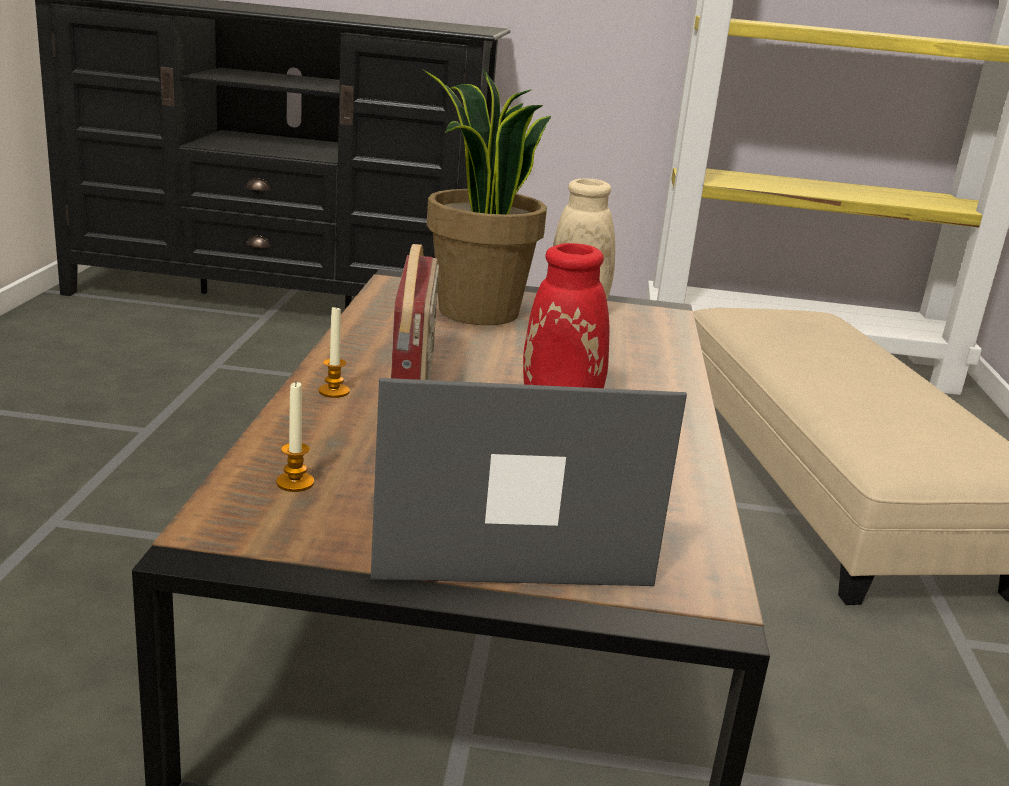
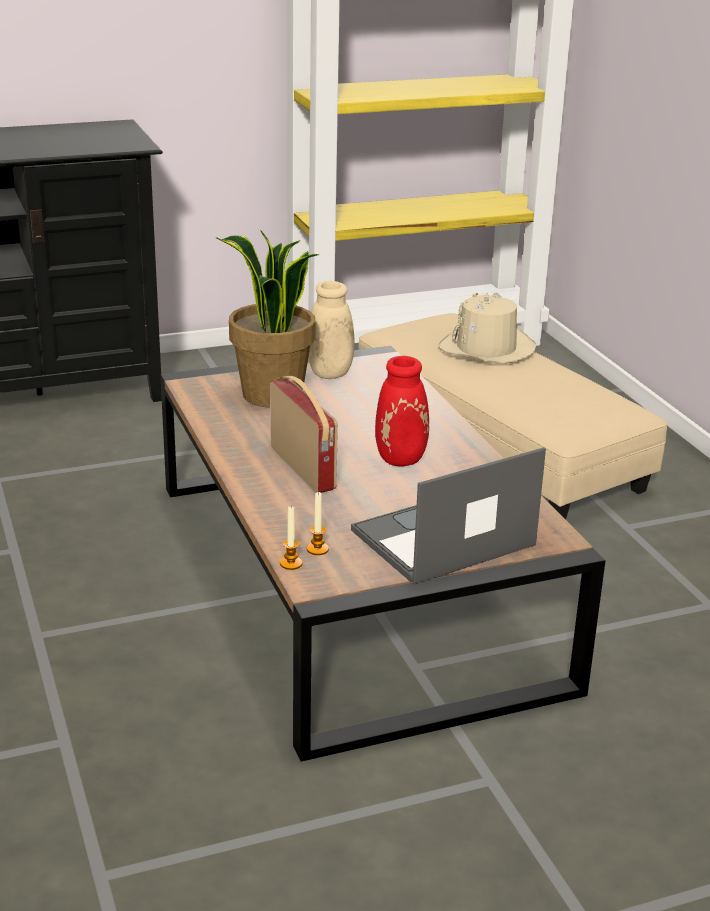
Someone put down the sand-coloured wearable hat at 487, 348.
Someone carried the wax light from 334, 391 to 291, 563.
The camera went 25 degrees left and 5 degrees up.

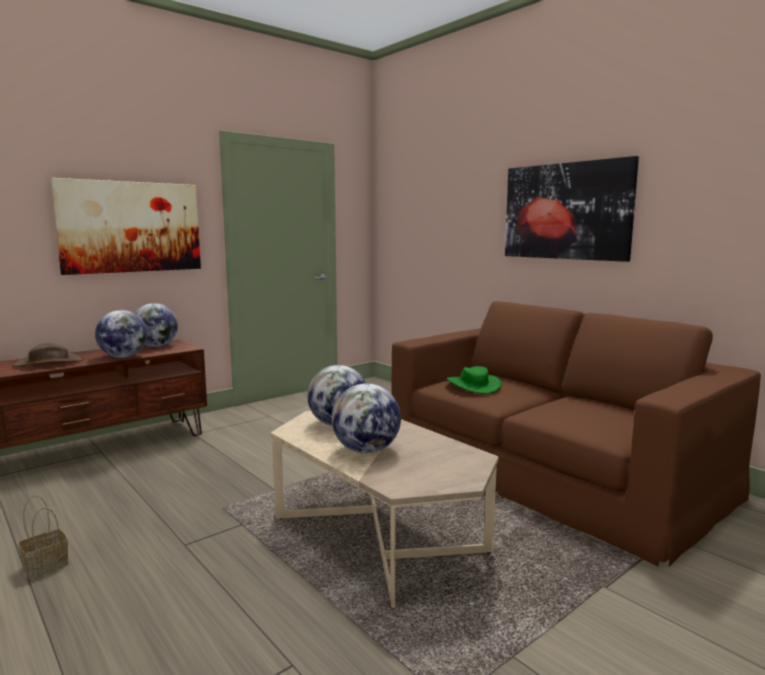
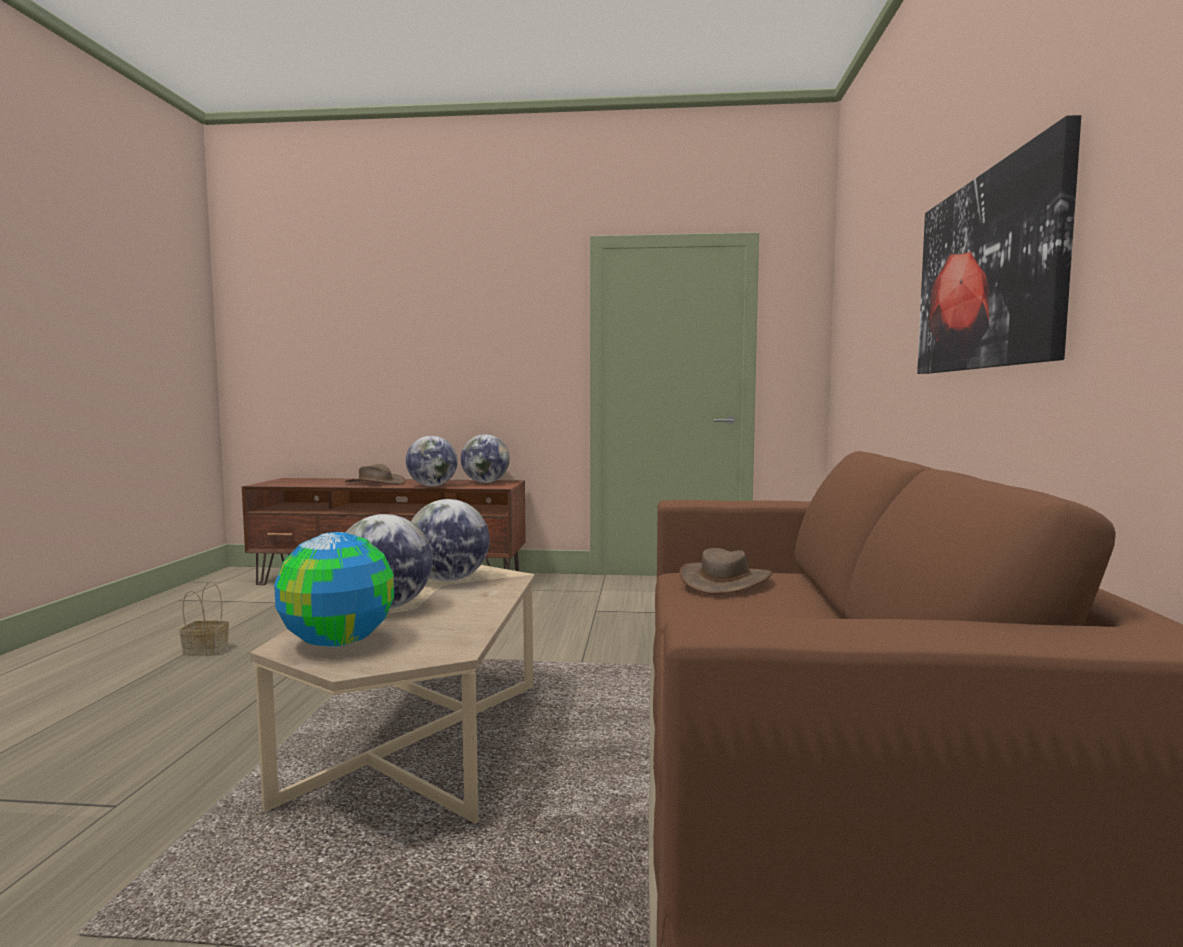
Someone took away the picture at 131, 227.
Someone put down the globe at 338, 642.
Someone repainted the greenish wearable hat at 473, 385, which became the brownish wearable hat at 725, 581.
The camera went 45 degrees right and 5 degrees down.

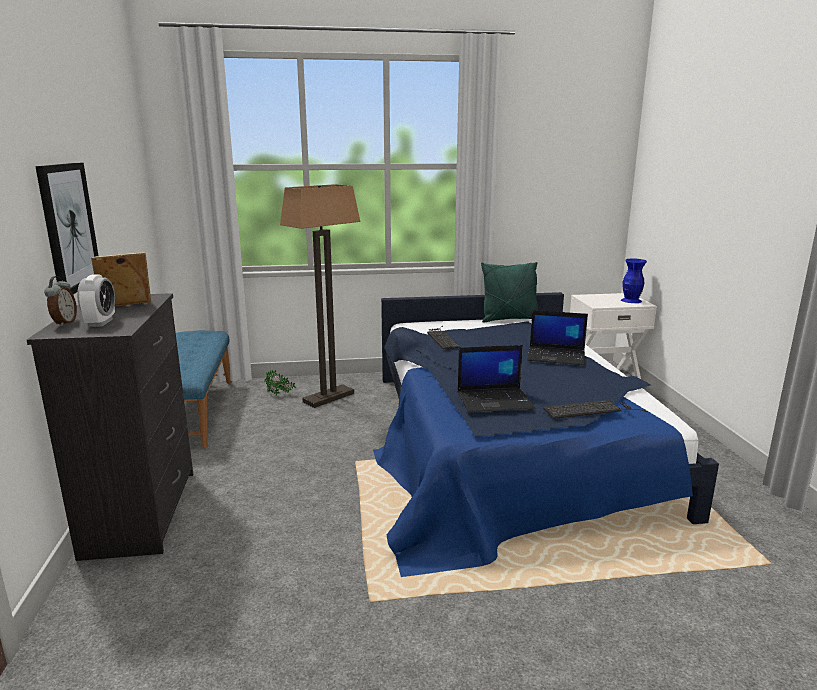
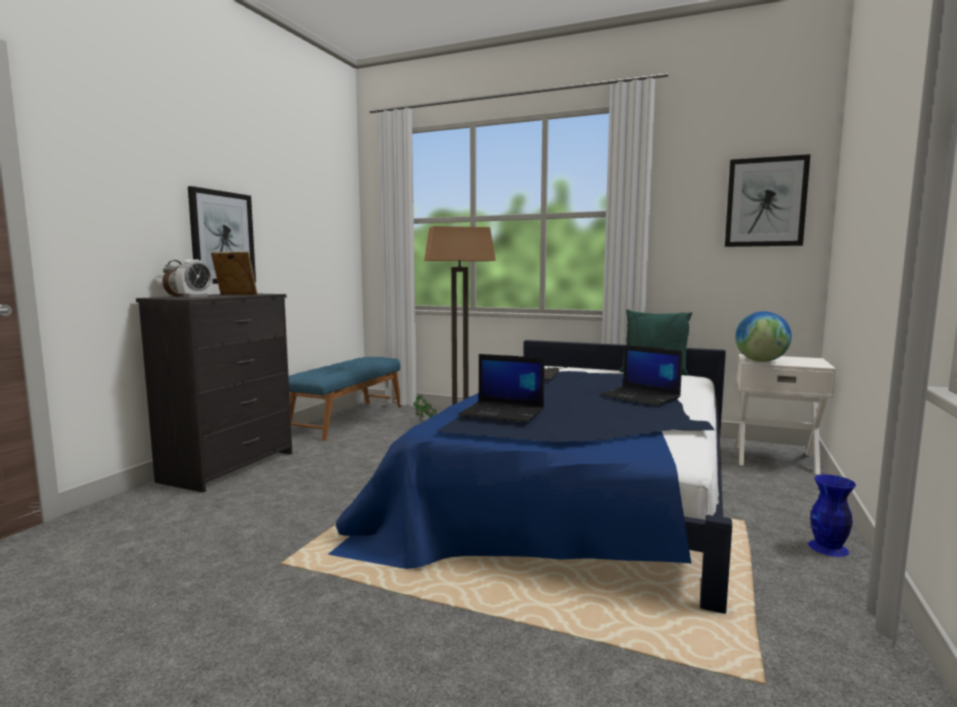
Someone took away the computer keyboard at 591, 410.
Someone put up the picture at 765, 202.
Someone put down the globe at 761, 361.
Someone carried the bluish vase from 631, 300 to 827, 548.
The camera went 30 degrees right and 10 degrees down.

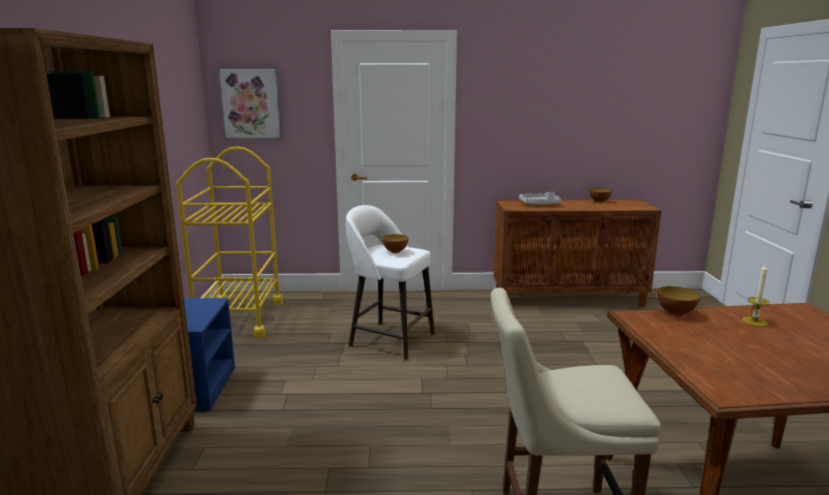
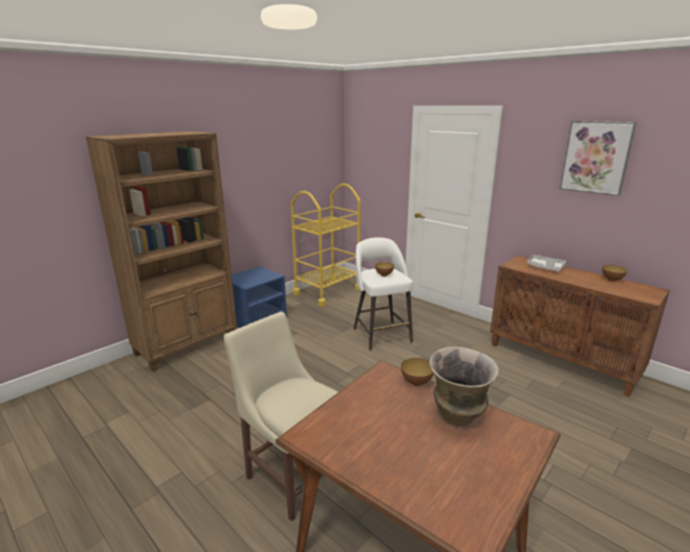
Someone carried the picture from 251, 103 to 596, 157.
Someone swapped the wax light at 754, 321 for the vase at 458, 417.
The camera went 45 degrees right and 5 degrees up.

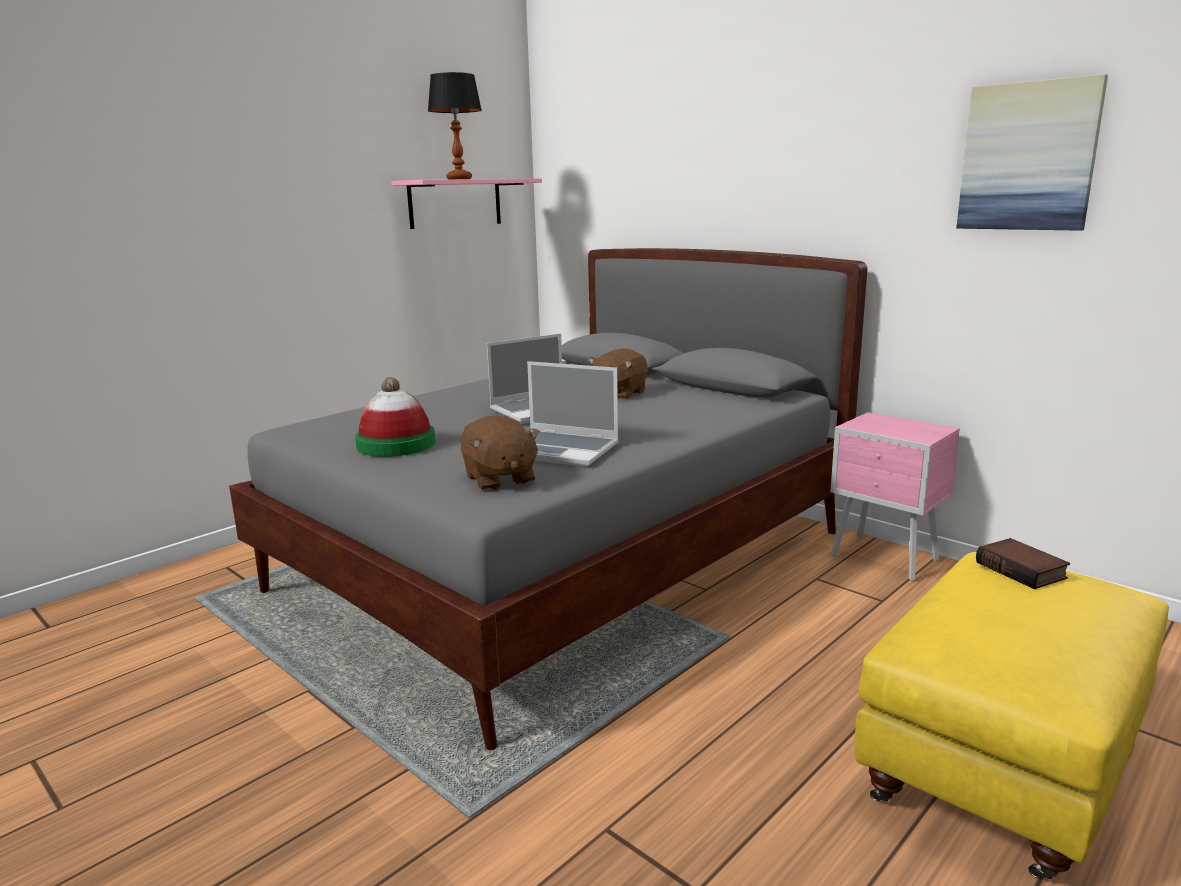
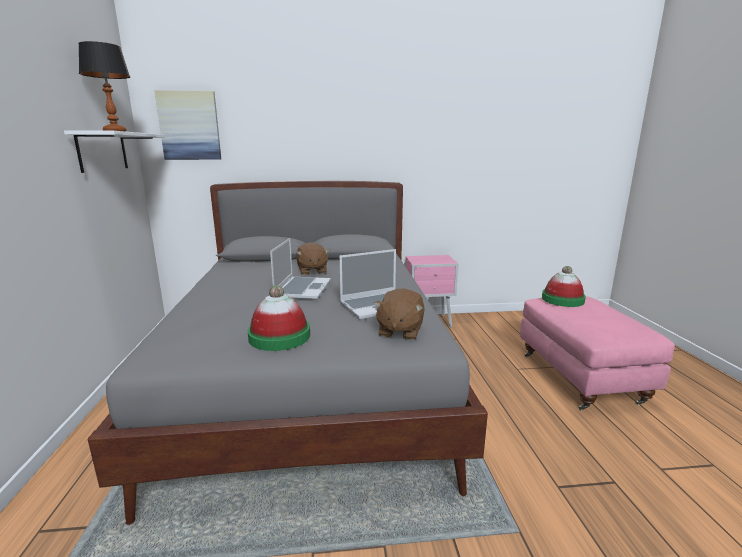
Someone carried the picture from 1028, 157 to 189, 126.
Someone swapped the book at 1023, 570 for the wearable hat at 562, 299.
Someone repainted the pinkish wall shelf at 455, 203, which became the white wall shelf at 102, 151.
Someone repainted the yellowish ottoman at 1003, 771, which became the pinkish ottoman at 581, 378.
Someone rotated the brownish plush toy at 499, 479 by 90 degrees clockwise.
The camera went 50 degrees left and 0 degrees up.

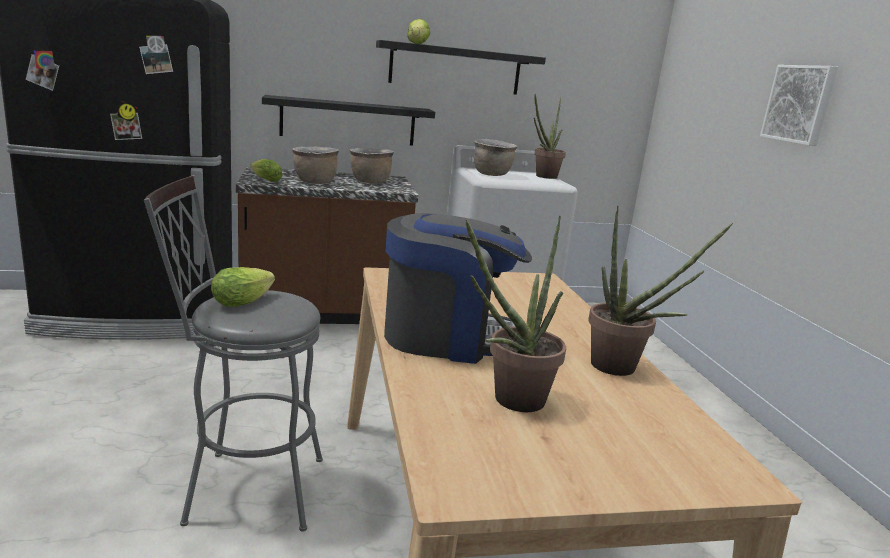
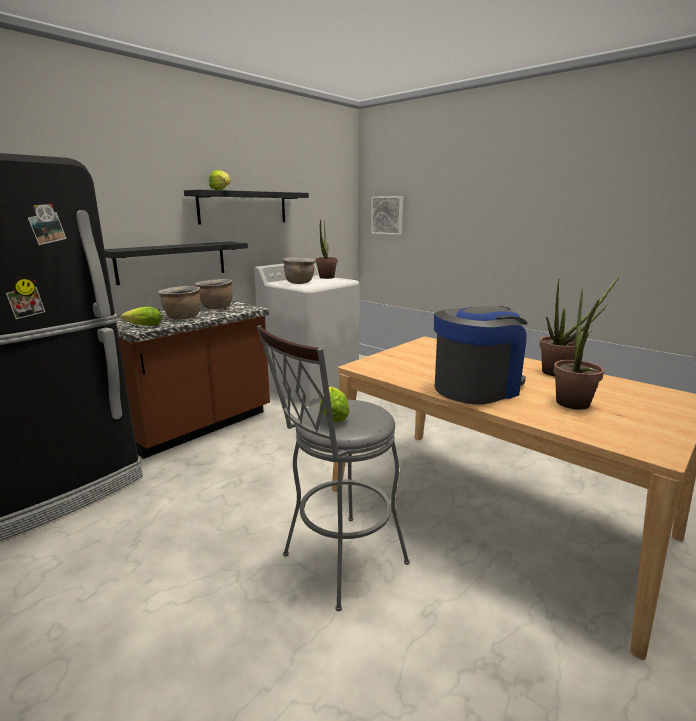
Someone carried the picture from 800, 104 to 388, 215.
The camera went 35 degrees left and 0 degrees up.

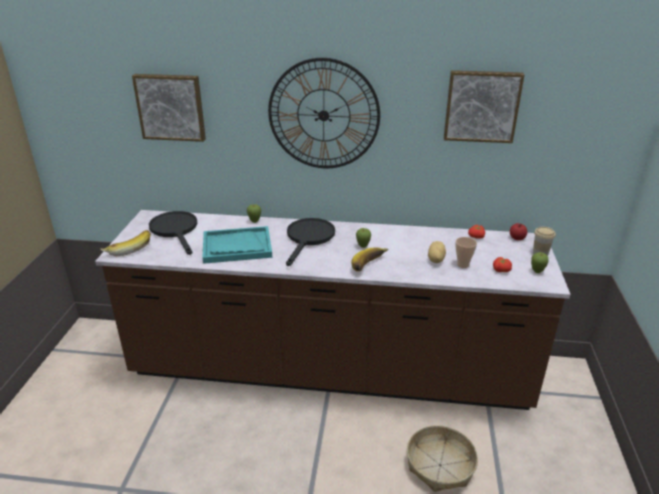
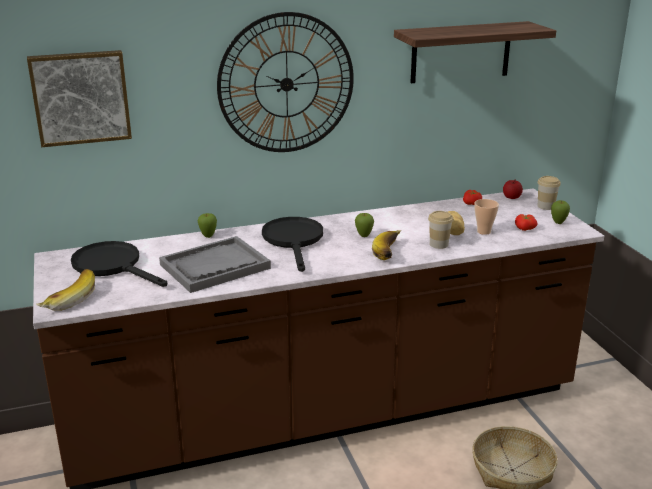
Someone put down the small cup at 439, 244.
Someone swapped the picture at 481, 106 for the wall shelf at 461, 52.
Someone repainted the blue-green carrying tray at 237, 247, which became the gray carrying tray at 215, 267.
The camera went 25 degrees left and 5 degrees down.

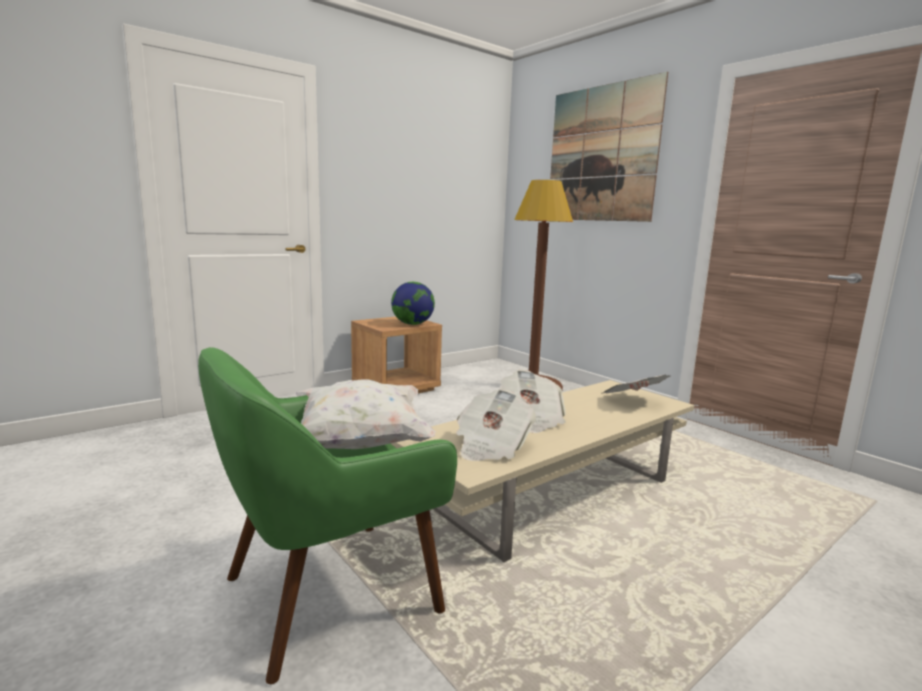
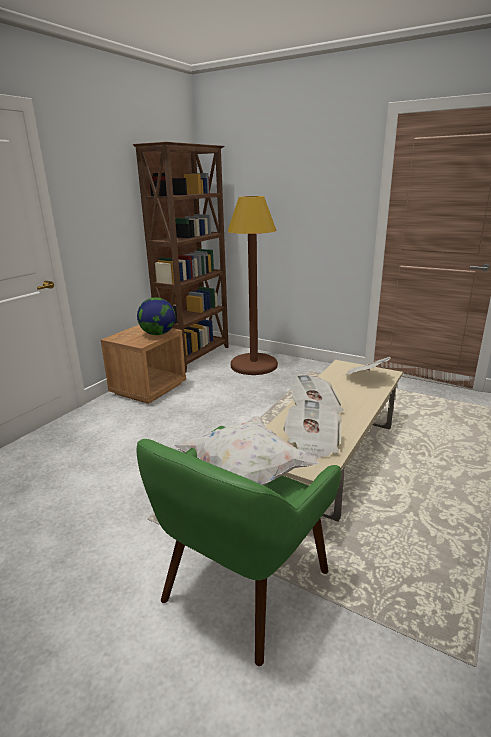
Someone took away the picture at 601, 154.
Someone put down the brownish bookcase at 196, 356.
The camera went 20 degrees left and 10 degrees up.

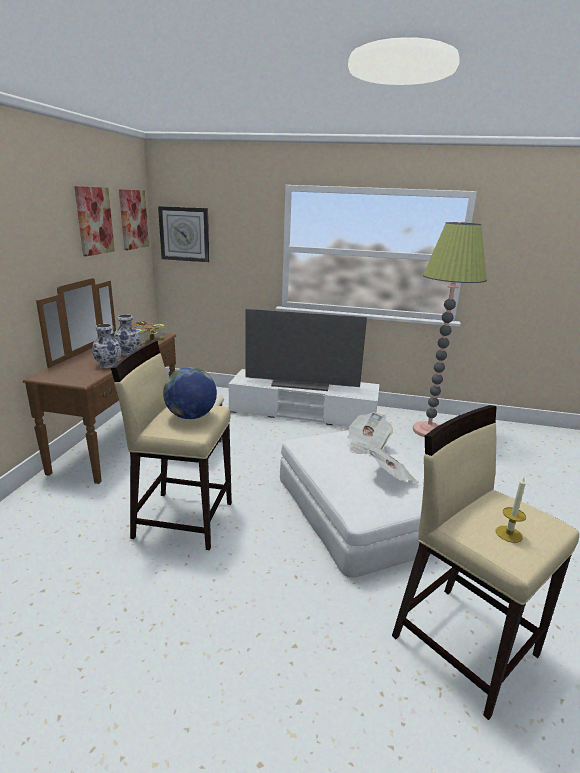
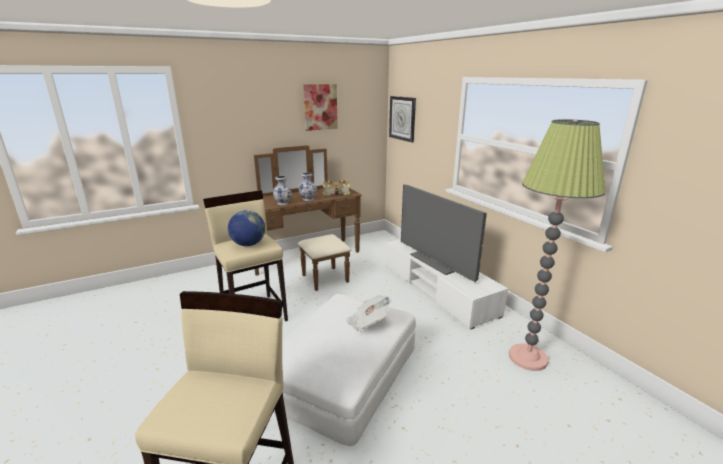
Someone took away the picture at 133, 219.
Someone took away the printed paper at 391, 477.
Someone took away the wax light at 508, 534.
The camera went 50 degrees right and 0 degrees up.

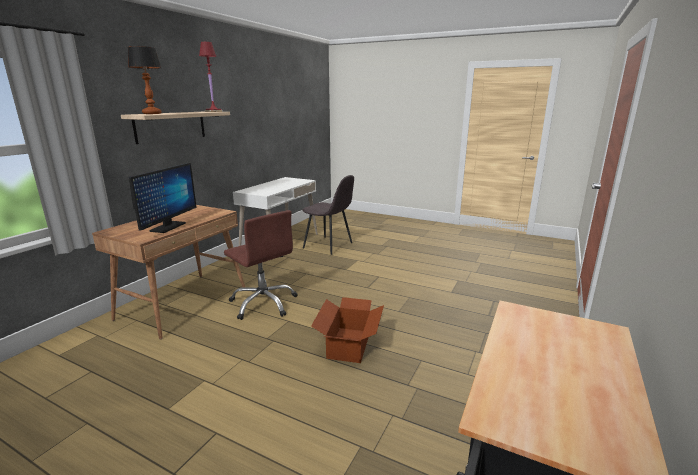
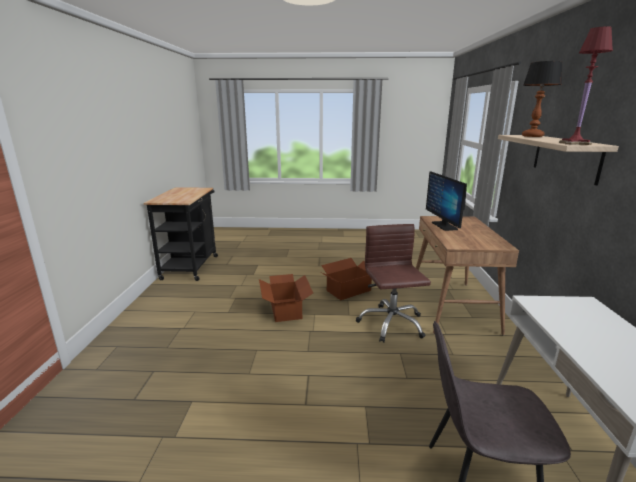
Someone put down the packing box at 349, 290.
Someone rotated the brownish office chair at 263, 303 by 60 degrees clockwise.
The camera went 155 degrees right and 0 degrees up.

